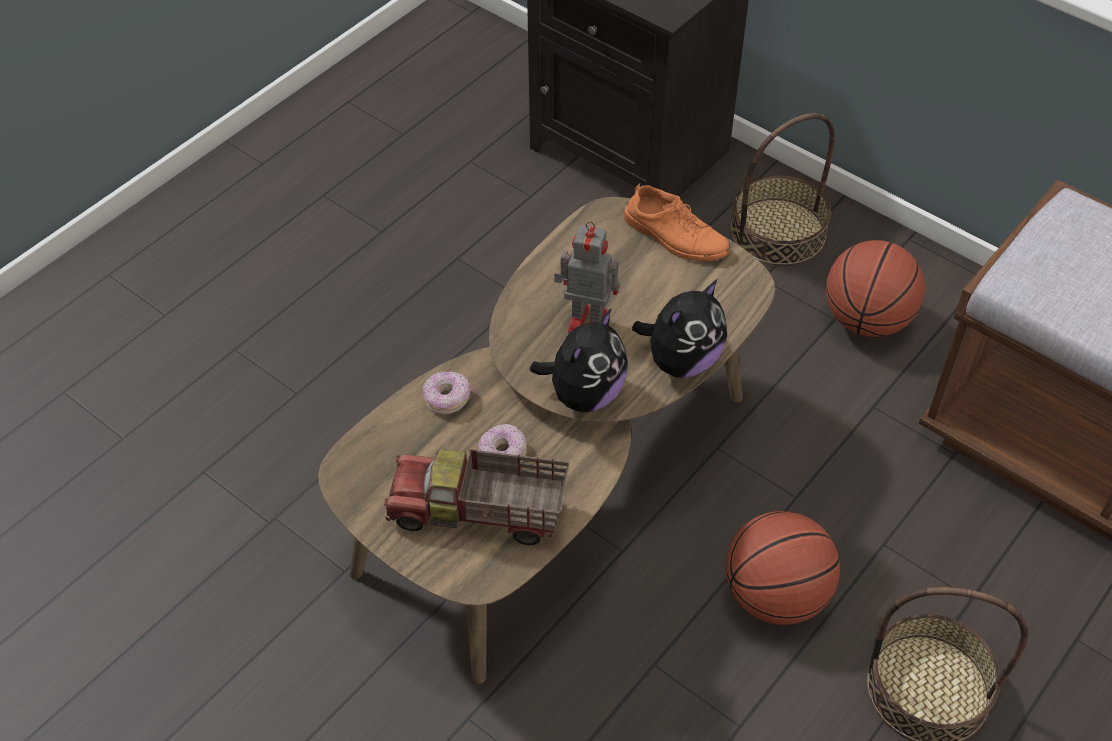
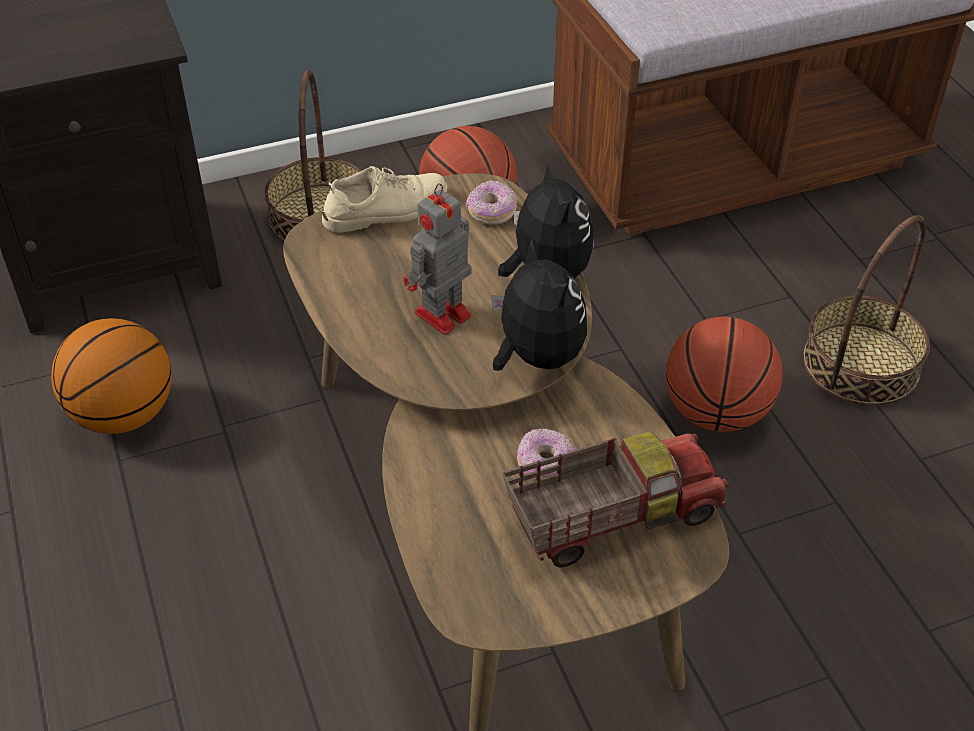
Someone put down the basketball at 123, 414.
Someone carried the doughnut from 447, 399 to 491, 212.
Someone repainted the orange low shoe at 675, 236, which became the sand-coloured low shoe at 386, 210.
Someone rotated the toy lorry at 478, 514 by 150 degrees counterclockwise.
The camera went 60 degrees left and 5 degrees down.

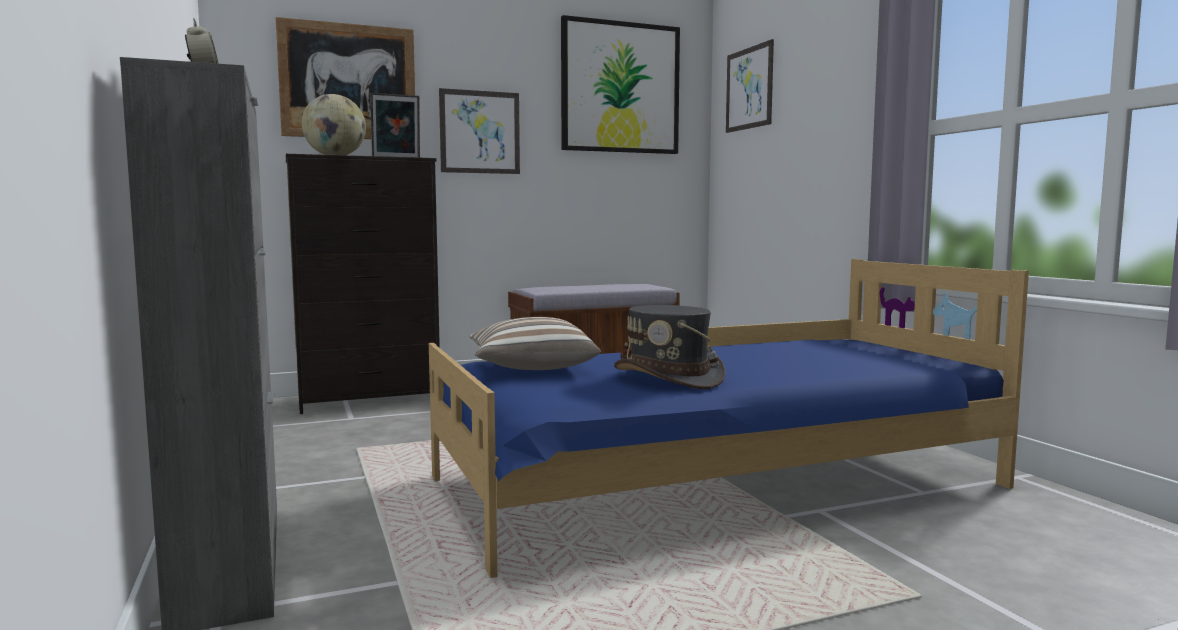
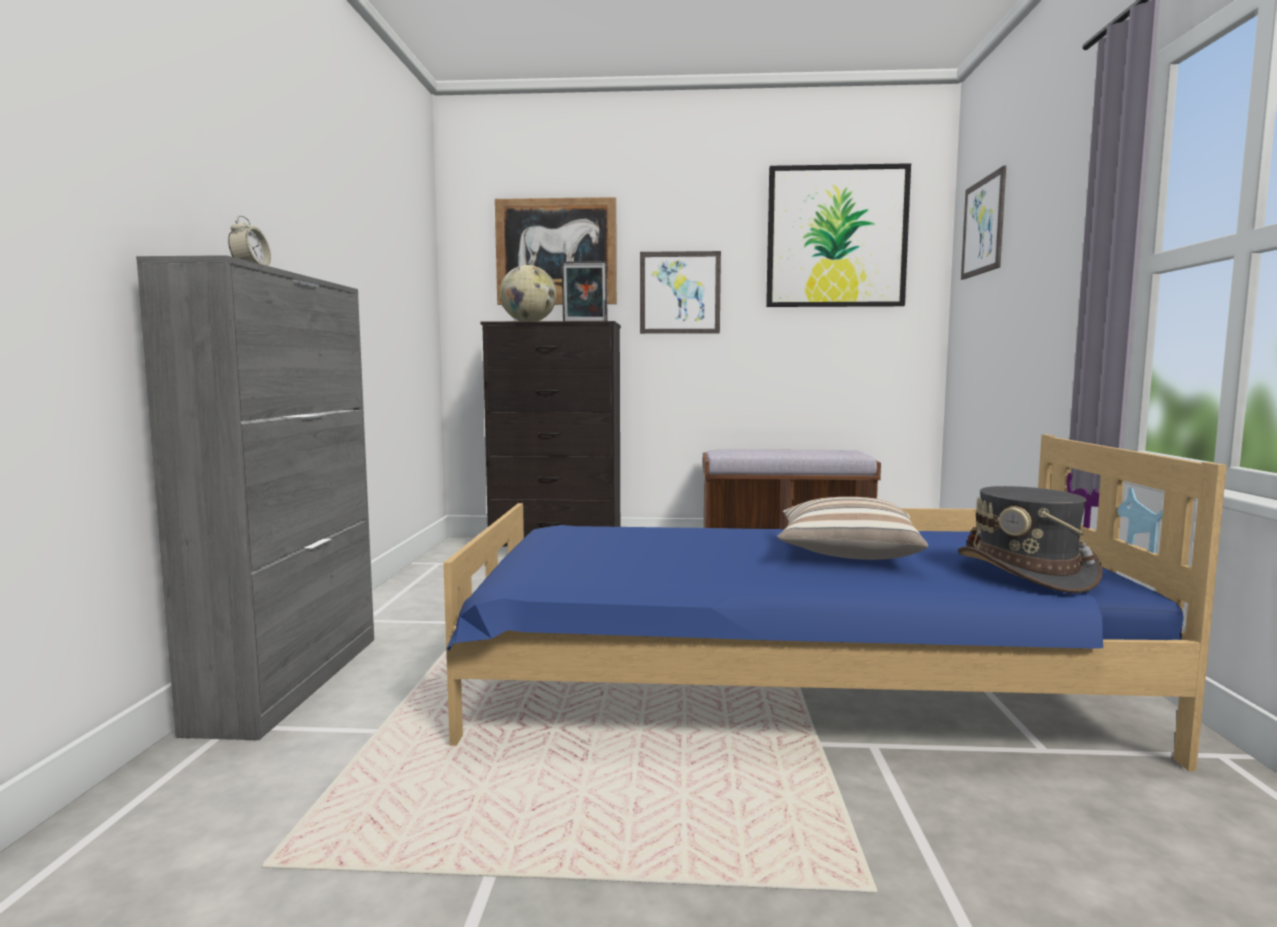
Someone carried the cushion from 531, 368 to 846, 554.
Someone carried the gray wearable hat from 669, 378 to 1026, 573.
The camera went 25 degrees right and 0 degrees up.

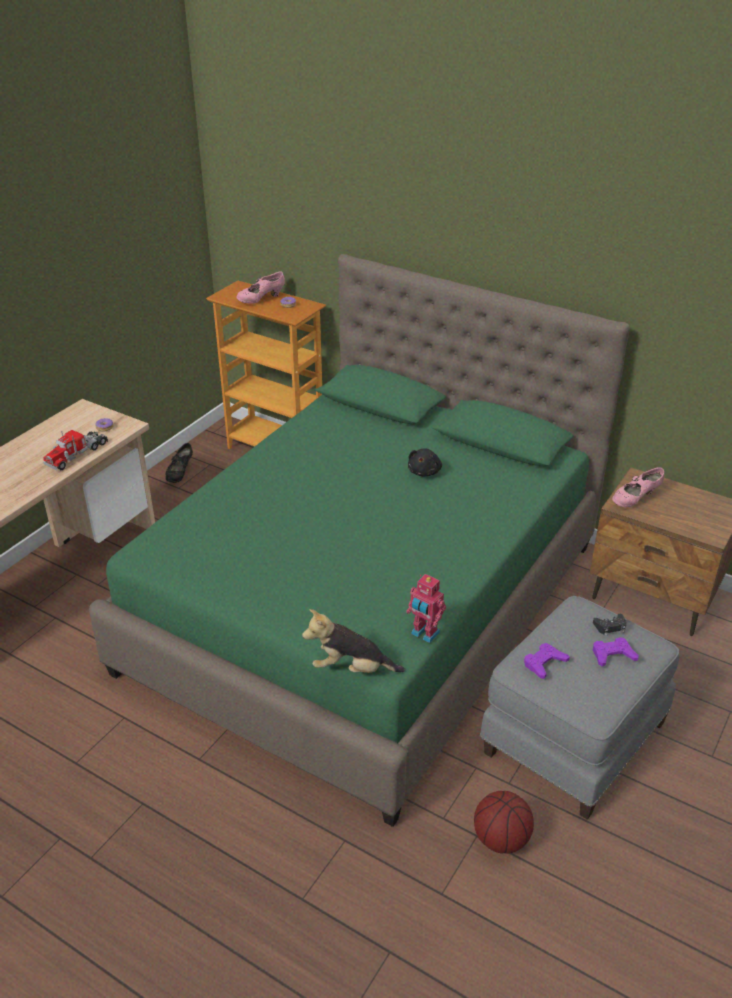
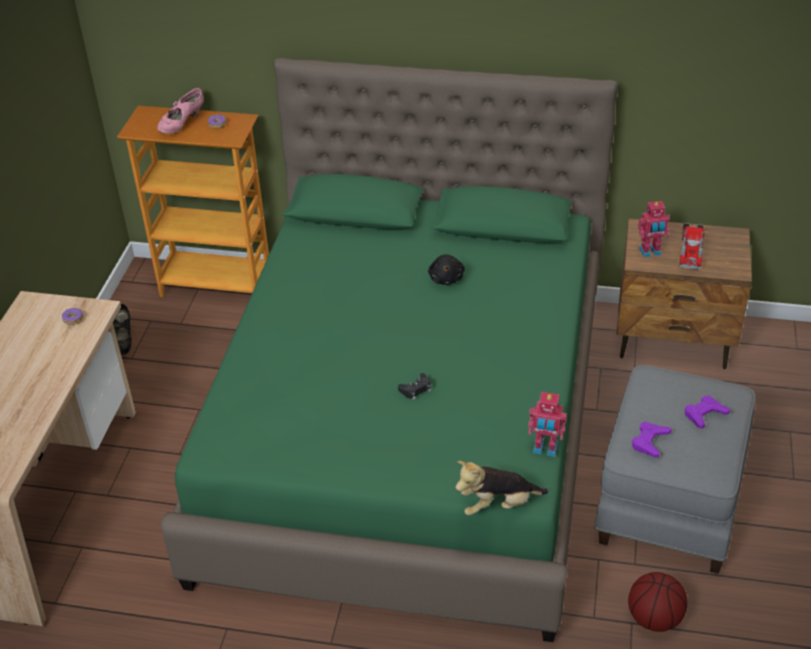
Someone carried the toy lorry from 77, 454 to 690, 250.
Someone carried the black gamepad from 610, 627 to 416, 389.
Someone swapped the pinkish low shoe at 635, 499 for the toy robot at 650, 252.
The camera went 20 degrees left and 5 degrees up.

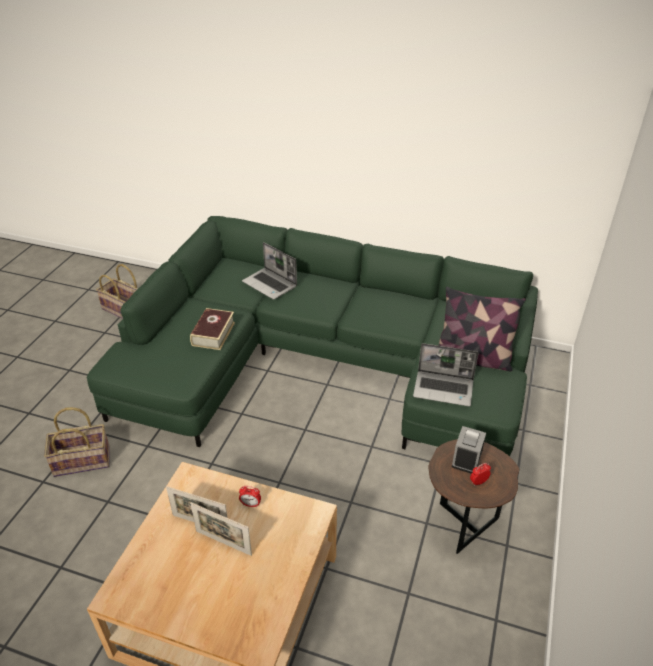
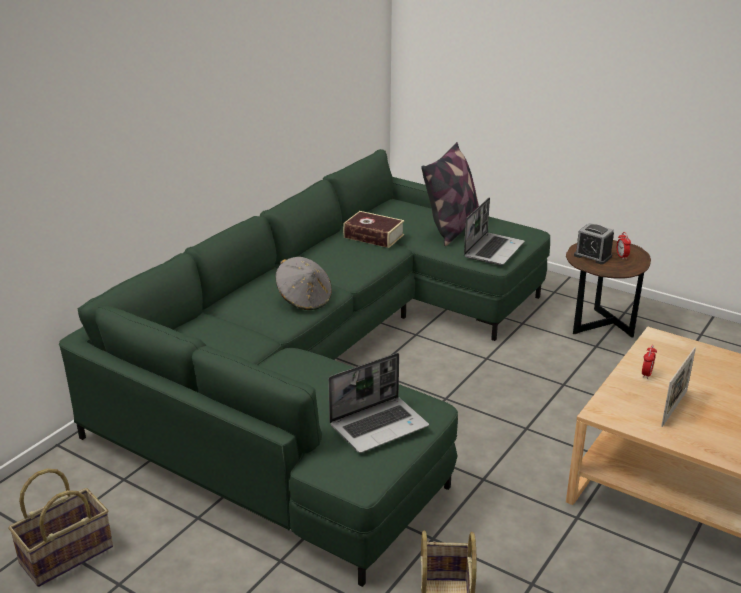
Someone took away the photo frame at 223, 543.
Someone put down the gray wearable hat at 304, 300.
Someone carried the book from 213, 334 to 373, 236.
Someone carried the laptop from 270, 284 to 379, 425.
The camera went 75 degrees left and 10 degrees down.

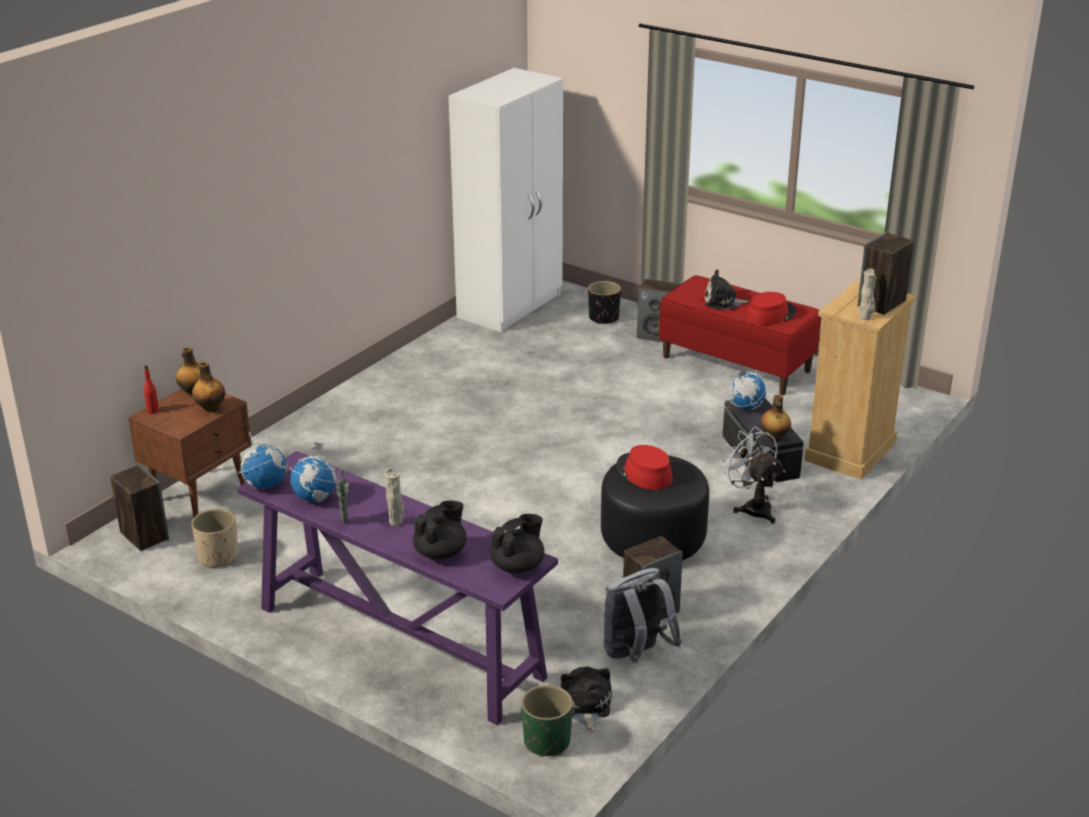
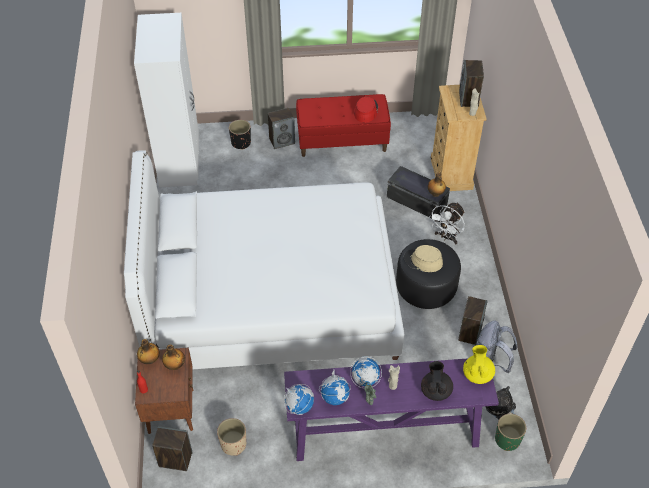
Someone took away the plush toy at 722, 302.
Someone put down the white bedroom bed at 271, 298.
Someone carried the globe from 745, 407 to 365, 380.
Someone repainted the black pot for tea at 518, 566, which became the yellowish pot for tea at 477, 374.
Someone repainted the red-coloured wearable hat at 644, 473, which became the sand-coloured wearable hat at 423, 261.
Someone rotated the white electric fan at 752, 507 by 75 degrees counterclockwise.
The camera went 40 degrees left and 20 degrees up.

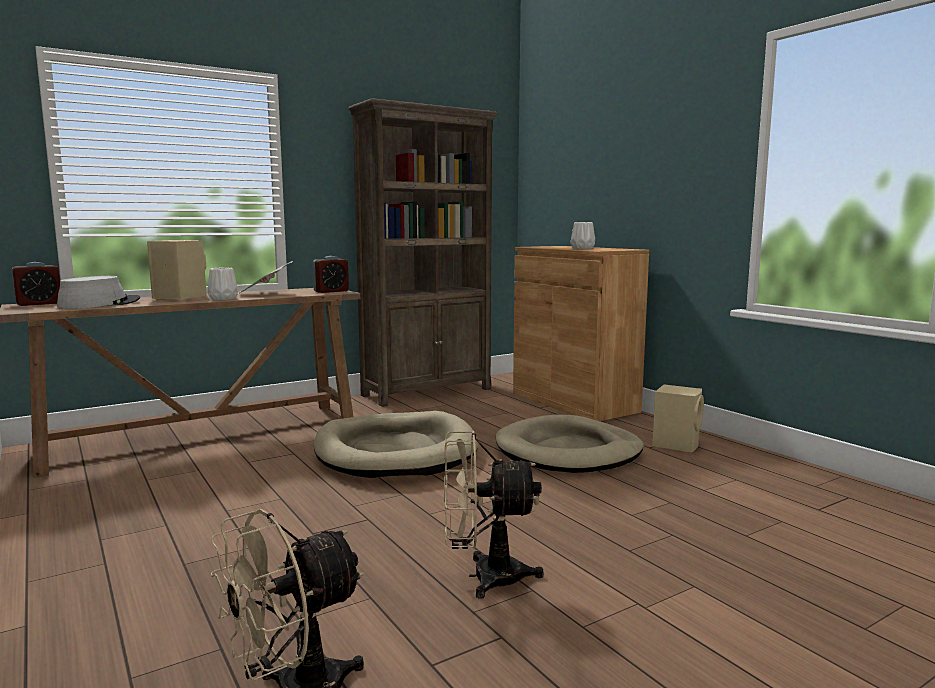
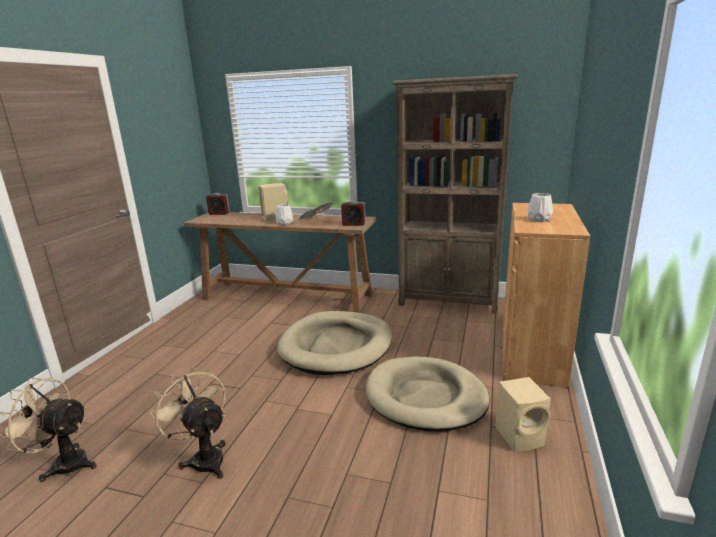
Someone took away the gray wearable hat at 99, 304.
The camera went 50 degrees right and 10 degrees up.

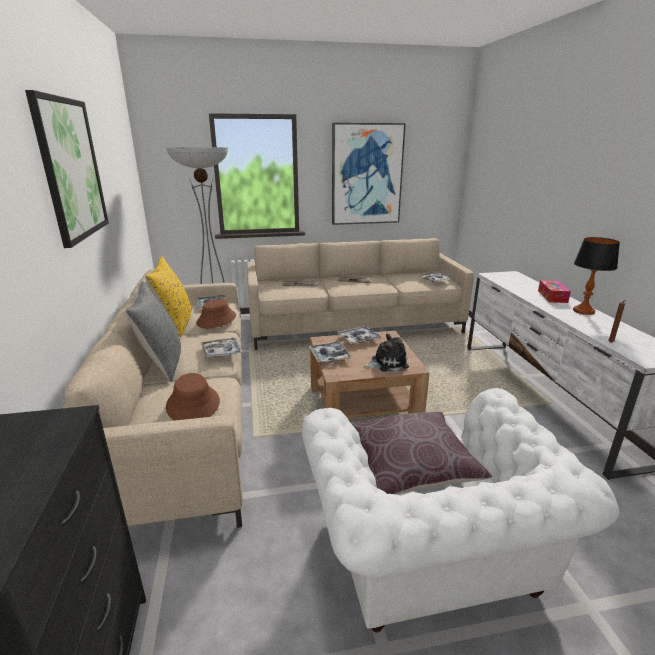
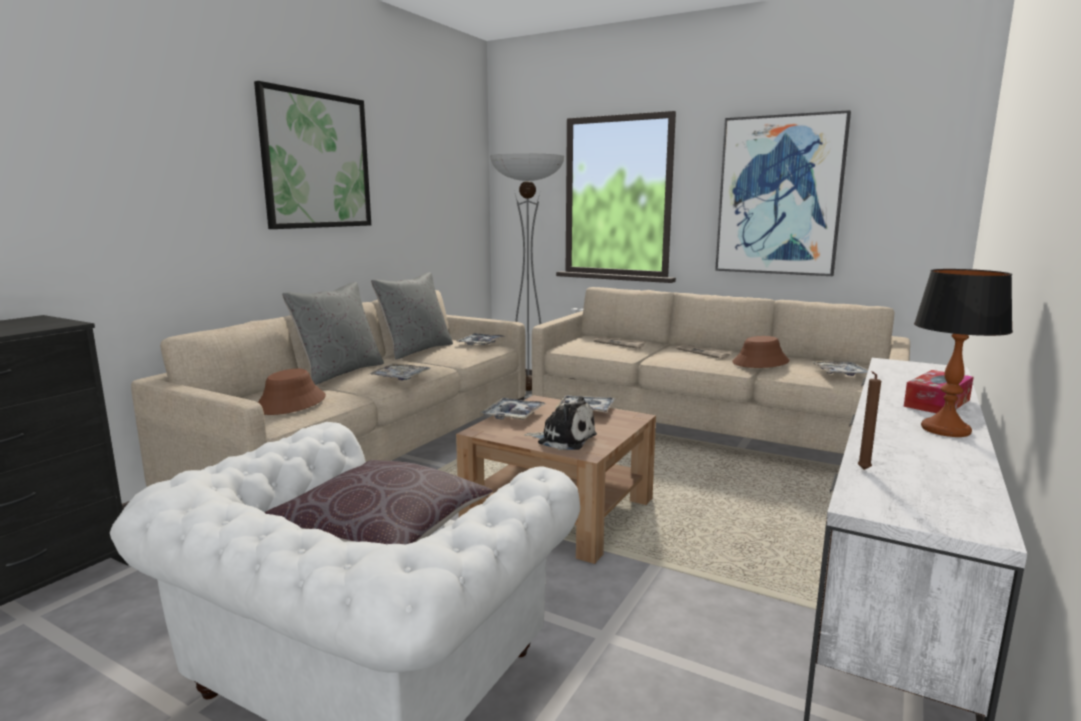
Someone carried the brownish wearable hat from 216, 319 to 760, 362.
Someone repainted the yellowish cushion at 175, 323, which became the gray cushion at 416, 350.
The camera went 40 degrees right and 10 degrees down.

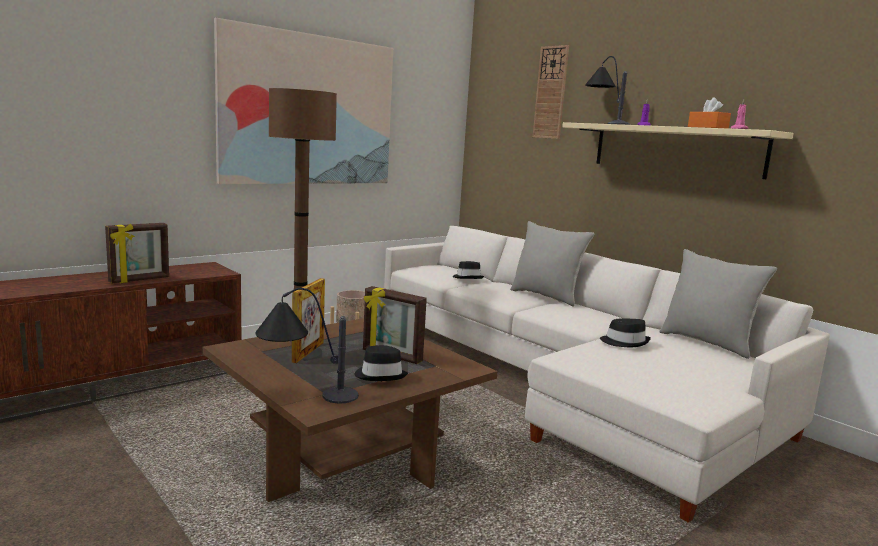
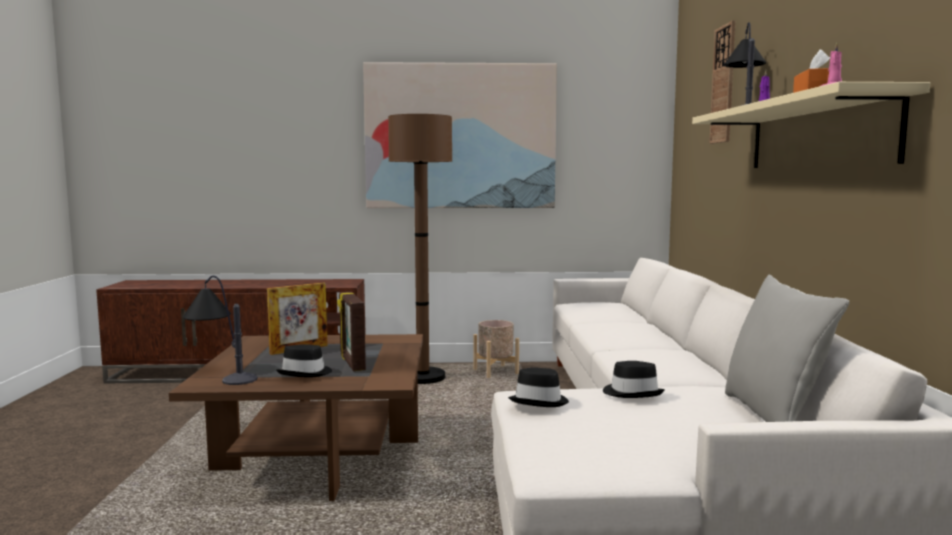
Someone took away the photo frame at 139, 280.
Someone took away the gray cushion at 546, 296.
Someone carried the black wearable hat from 467, 277 to 539, 401.
The camera went 40 degrees right and 5 degrees down.

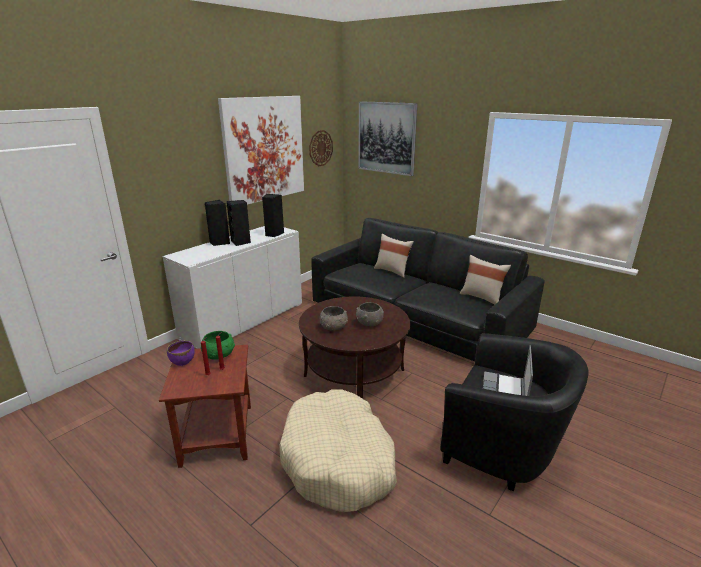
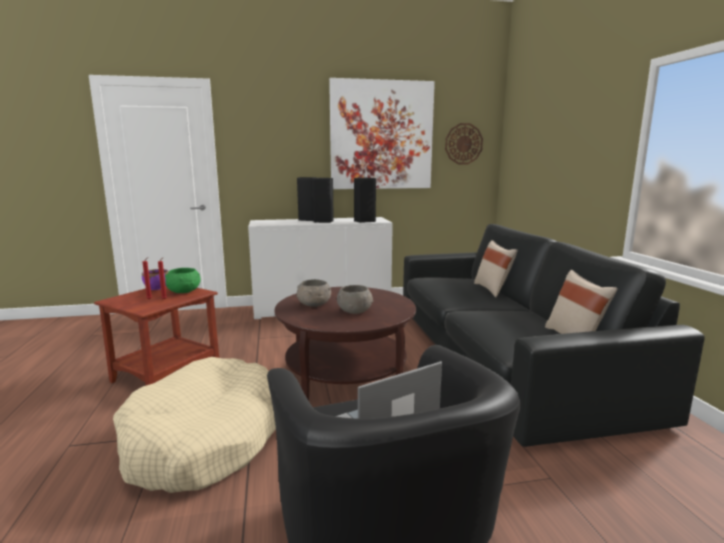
Someone took away the picture at 386, 138.
The camera went 40 degrees right and 10 degrees down.

